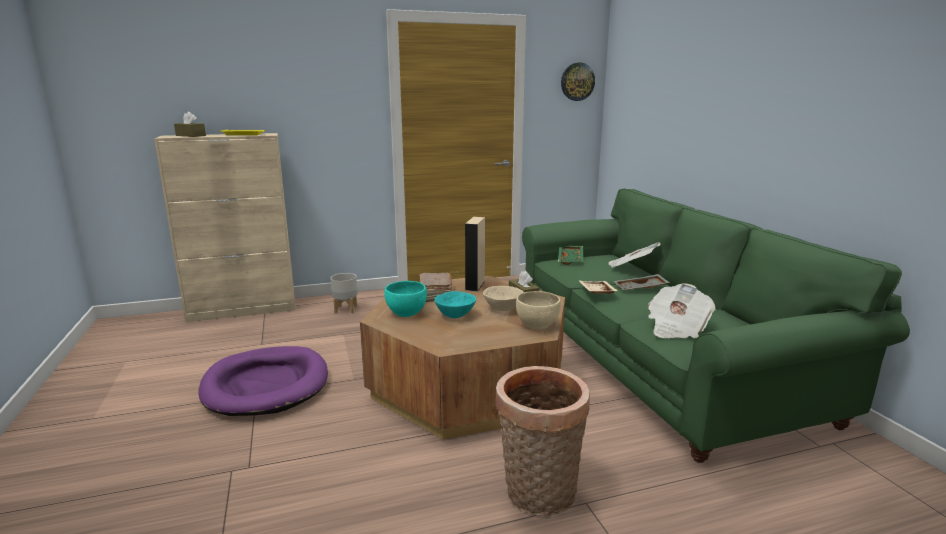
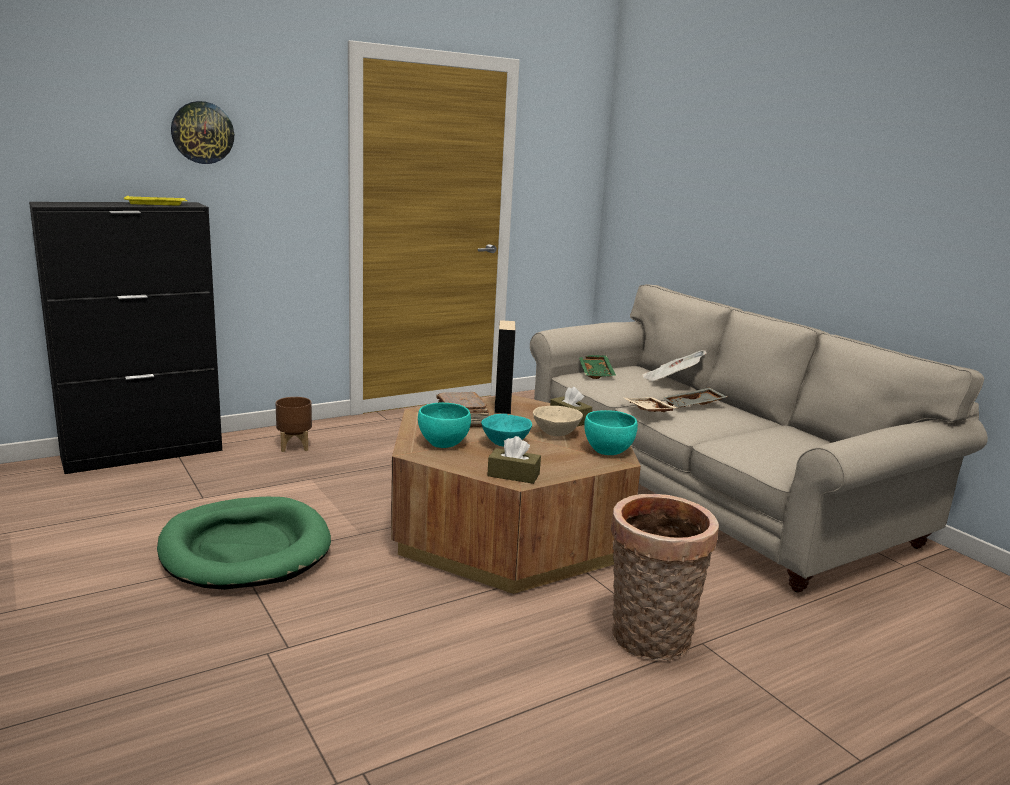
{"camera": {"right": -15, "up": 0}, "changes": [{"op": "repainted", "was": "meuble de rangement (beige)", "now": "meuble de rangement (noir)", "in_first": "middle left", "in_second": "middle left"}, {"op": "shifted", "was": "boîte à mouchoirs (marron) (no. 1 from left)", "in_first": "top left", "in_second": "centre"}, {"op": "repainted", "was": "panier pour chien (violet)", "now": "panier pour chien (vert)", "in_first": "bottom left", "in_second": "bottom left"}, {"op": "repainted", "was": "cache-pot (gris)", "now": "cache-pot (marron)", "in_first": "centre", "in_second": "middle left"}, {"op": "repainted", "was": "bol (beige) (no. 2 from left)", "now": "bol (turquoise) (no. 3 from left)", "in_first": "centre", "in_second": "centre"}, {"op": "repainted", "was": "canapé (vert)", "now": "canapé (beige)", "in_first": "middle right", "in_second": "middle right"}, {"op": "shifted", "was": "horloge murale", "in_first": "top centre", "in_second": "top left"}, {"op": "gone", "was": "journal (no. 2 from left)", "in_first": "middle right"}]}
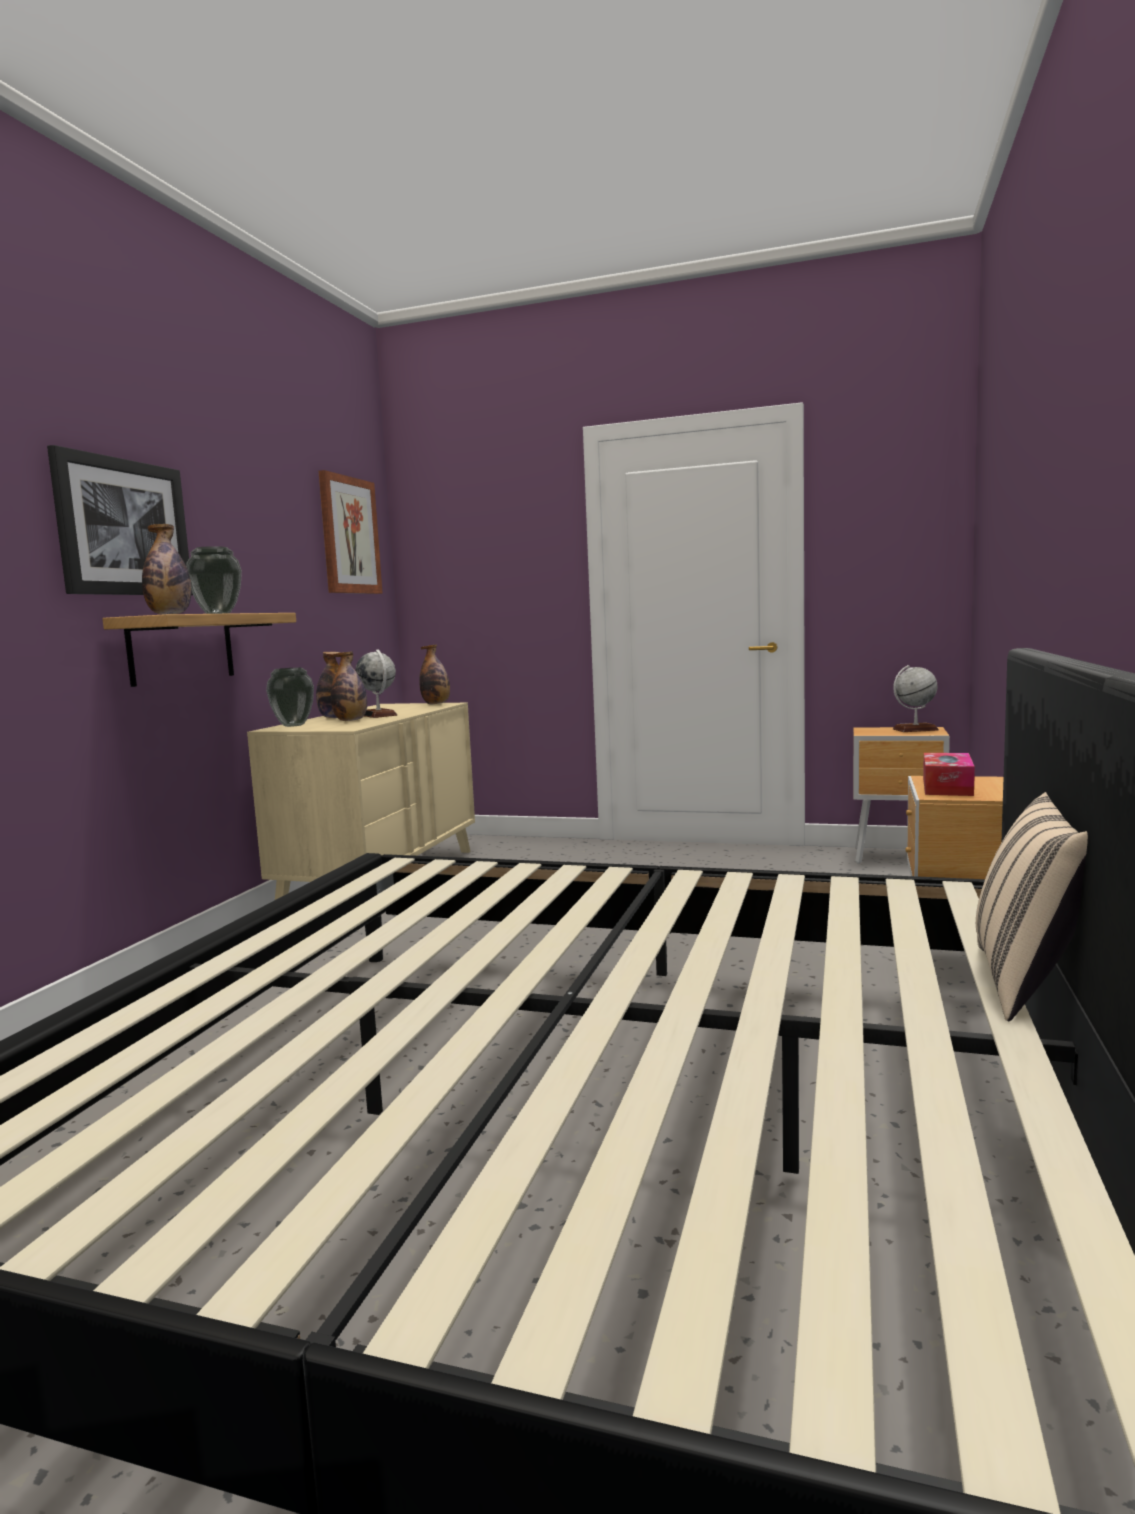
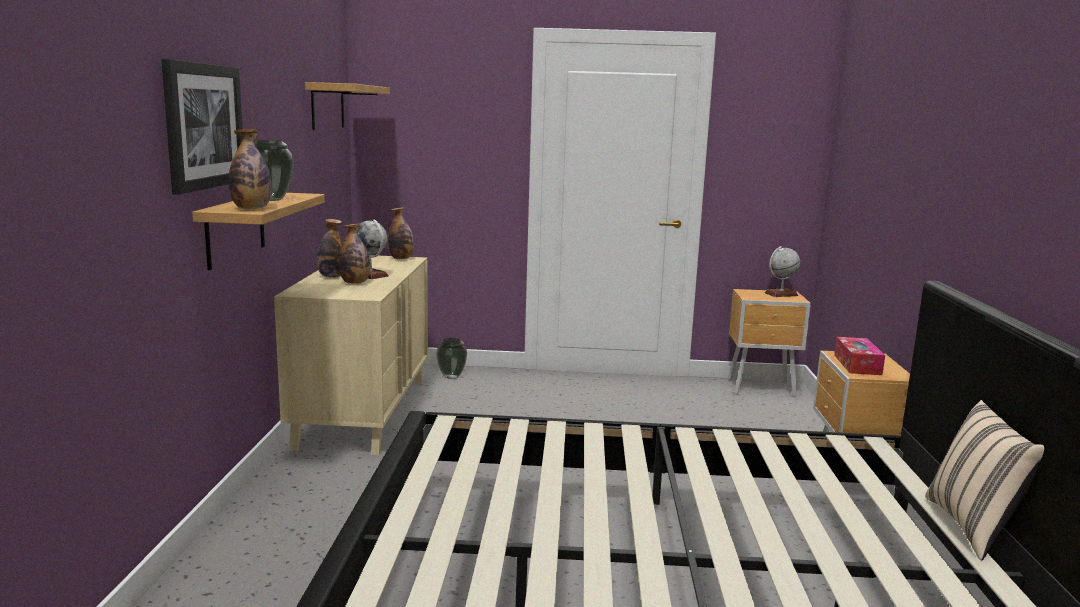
{"camera": {"right": -15, "up": 5}, "changes": [{"op": "shifted", "was": "vase (no. 2 from left)", "in_first": "middle left", "in_second": "centre"}, {"op": "swapped", "was": "tableau (no. 2 from left)", "now": "étagère (no. 2 from left)", "in_first": "middle left", "in_second": "top left"}]}
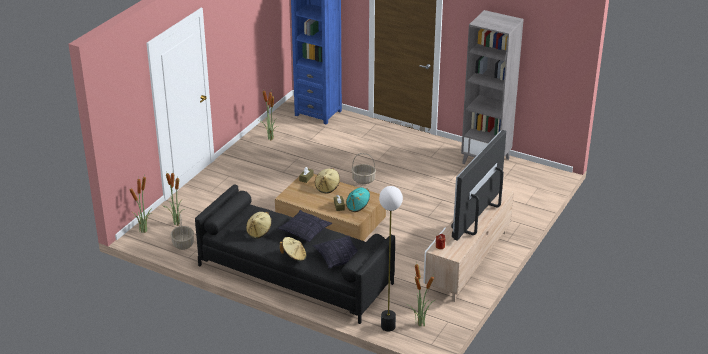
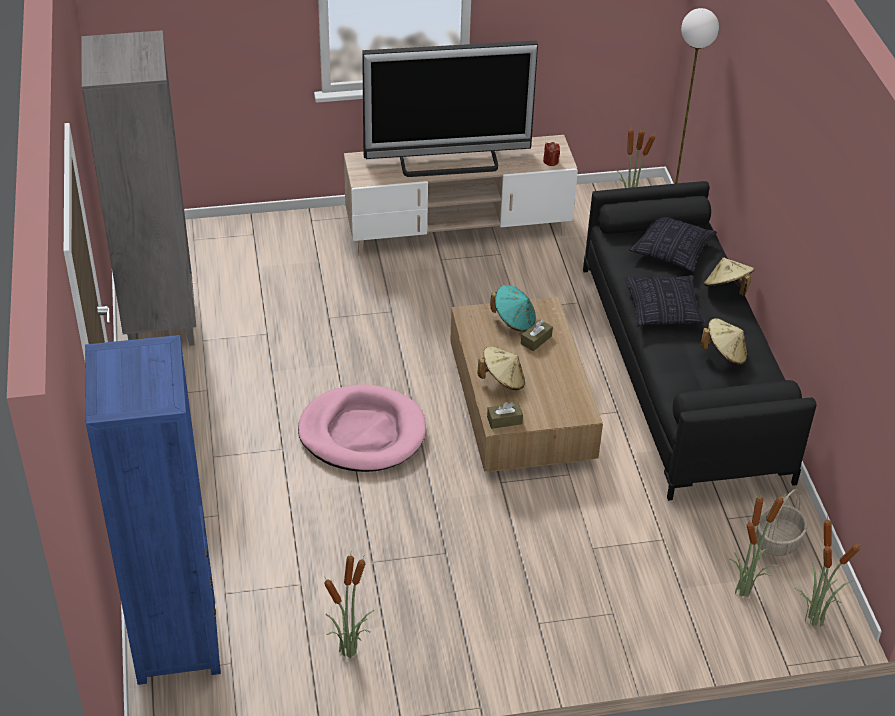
{"camera": {"right": -130, "up": 10}, "changes": [{"op": "swapped", "was": "panier (no. 2 from left)", "now": "panier pour chien (rose)", "in_first": "centre", "in_second": "centre"}]}
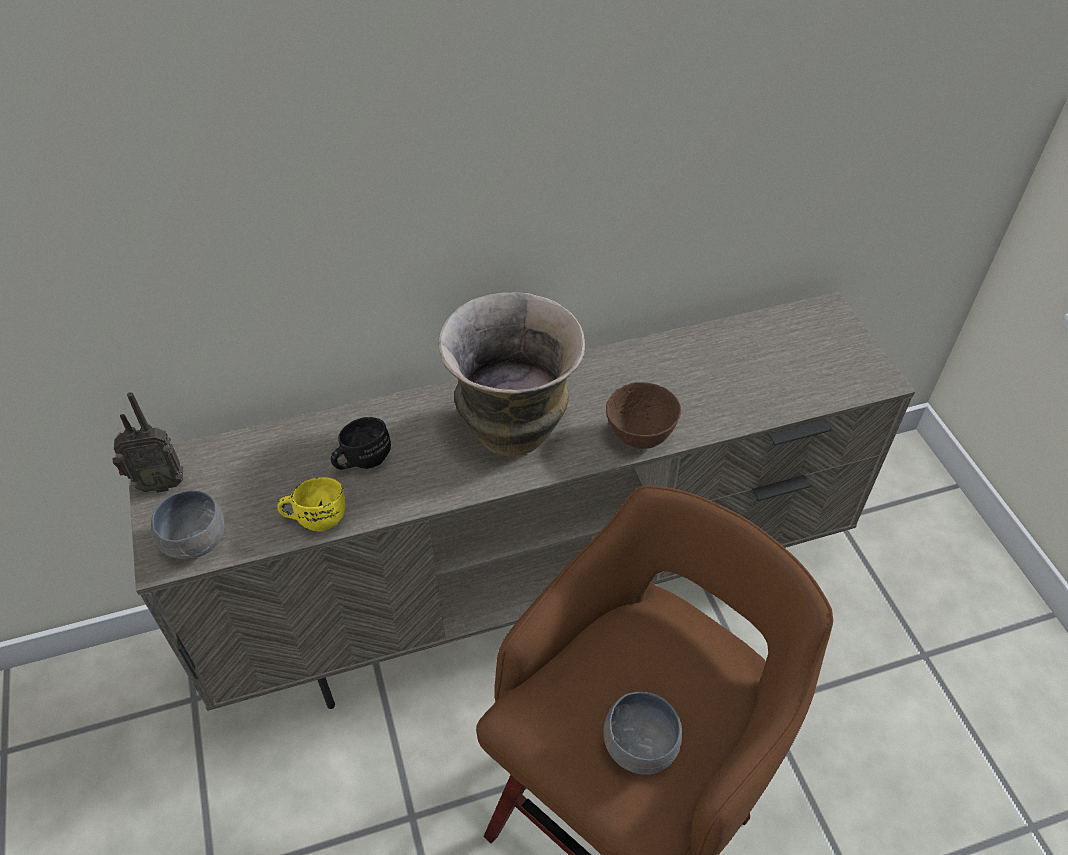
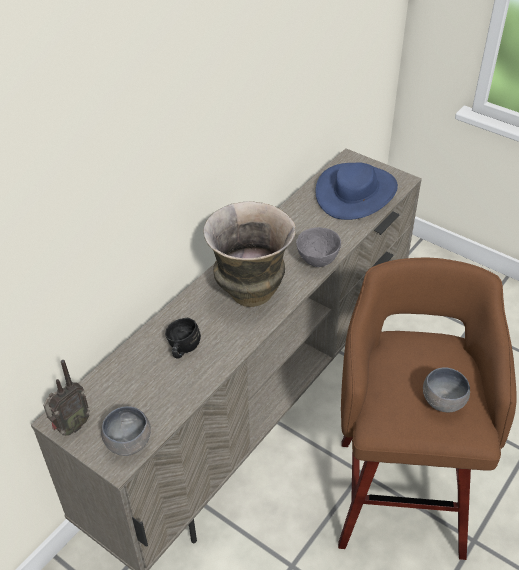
{"camera": {"right": -35, "up": -5}, "changes": [{"op": "gone", "was": "mug (jaune)", "in_first": "middle left"}, {"op": "repainted", "was": "bol (marron)", "now": "bol (gris) (no. 2 from left)", "in_first": "centre", "in_second": "centre"}, {"op": "new", "now": "chapeau (bleu)", "in_second": "middle right"}]}
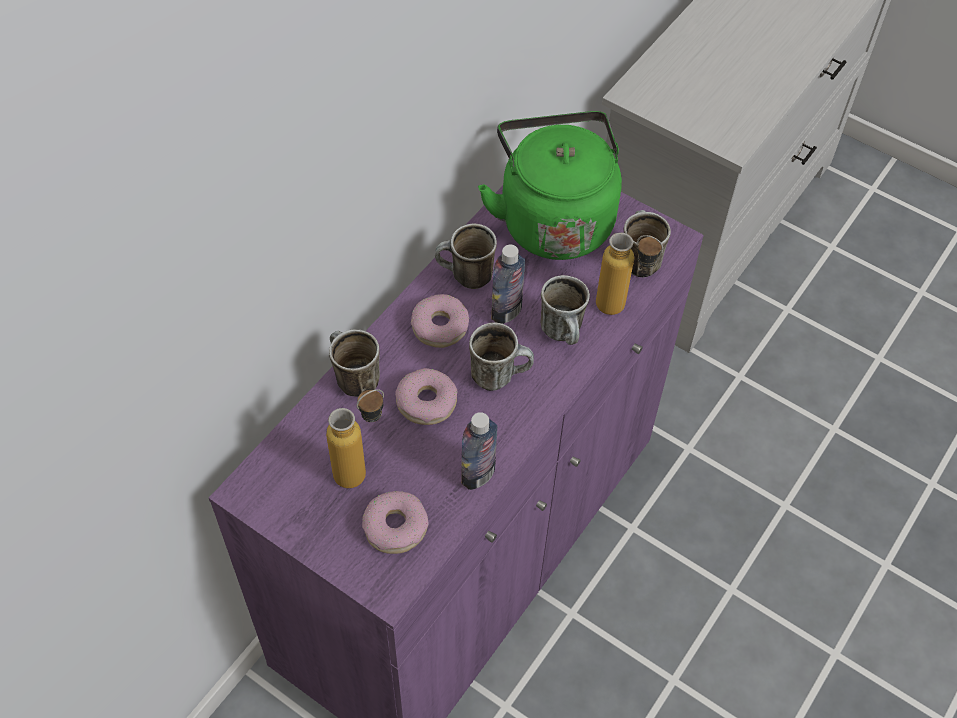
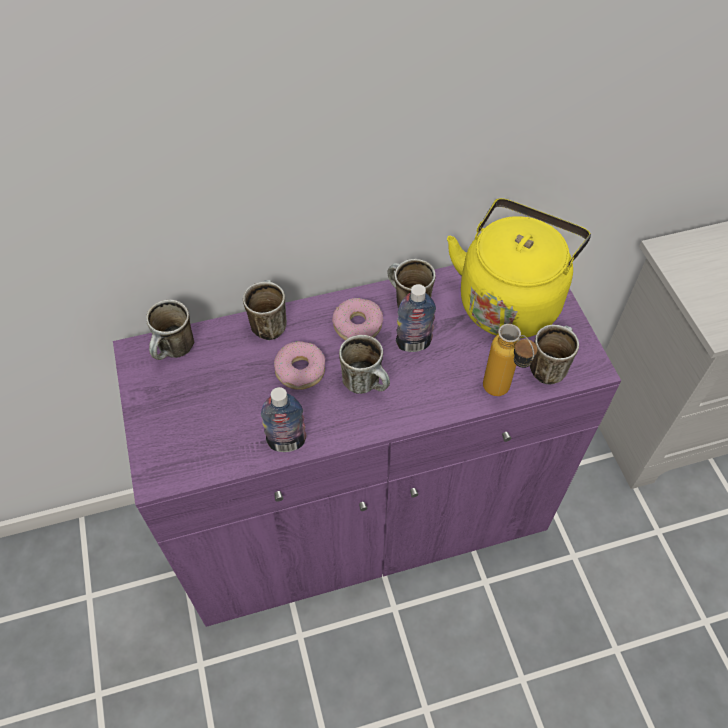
{"camera": {"right": 40, "up": 0}, "changes": [{"op": "gone", "was": "bouteille (no. 1 from left)", "in_first": "centre"}, {"op": "gone", "was": "beignet (no. 1 from left)", "in_first": "bottom centre"}, {"op": "repainted", "was": "bouilloire (vert)", "now": "bouilloire (jaune)", "in_first": "top centre", "in_second": "middle right"}, {"op": "shifted", "was": "mug (no. 4 from left in the first image)", "now": "mug (no. 1 from left)", "in_first": "centre", "in_second": "middle left"}]}
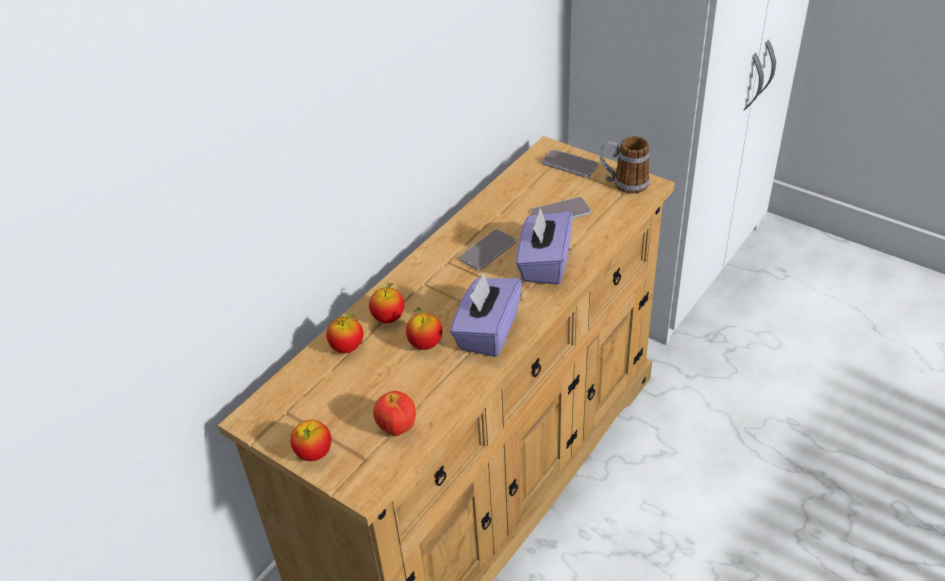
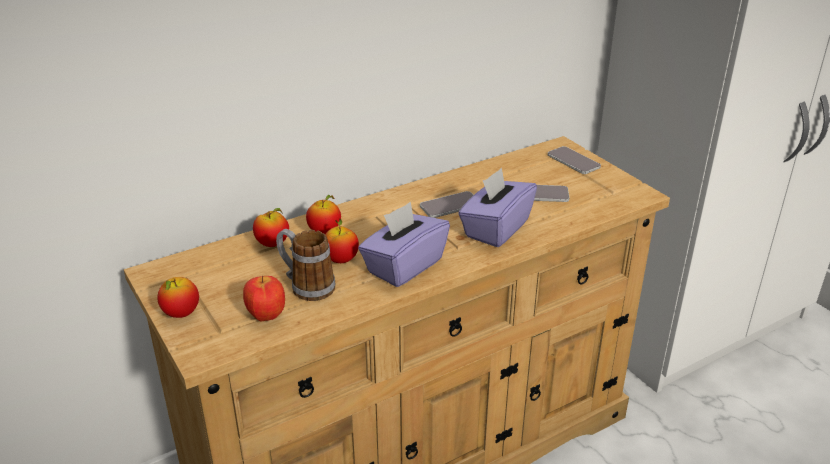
{"camera": {"right": 20, "up": -10}, "changes": [{"op": "shifted", "was": "mug", "in_first": "top centre", "in_second": "centre"}]}
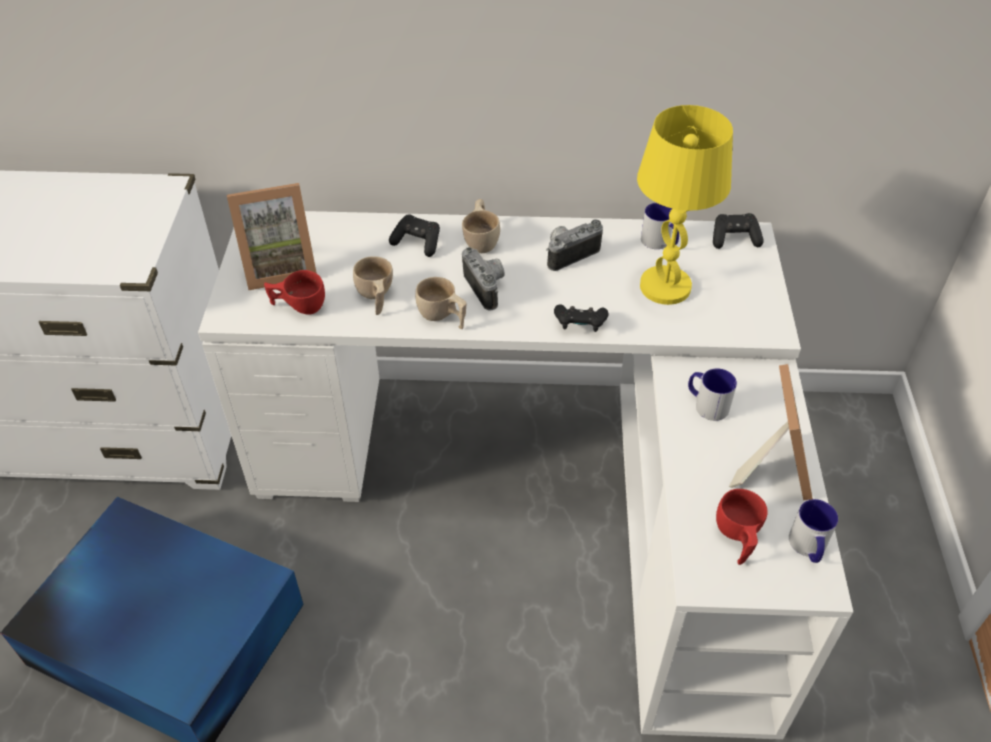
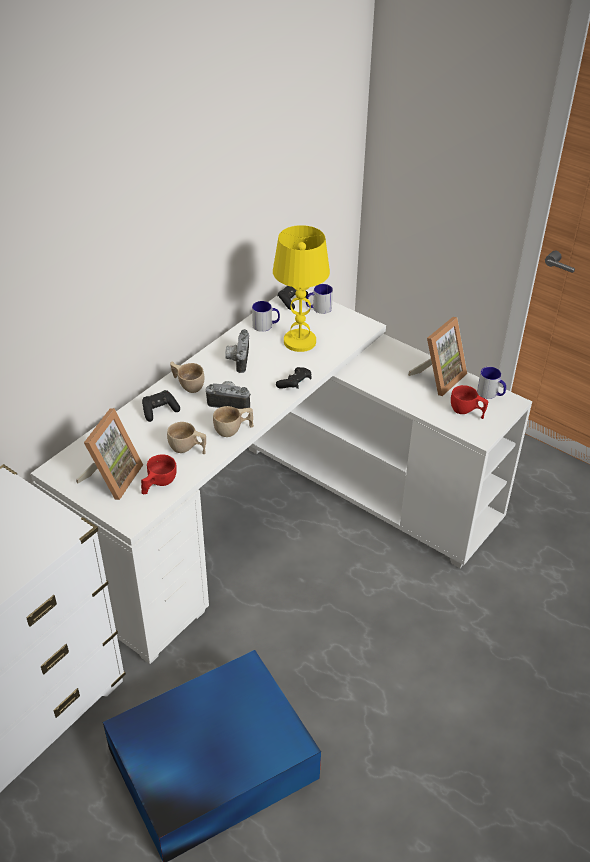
{"camera": {"right": -55, "up": -5}, "changes": [{"op": "shifted", "was": "mug (no. 2 from left)", "in_first": "middle right", "in_second": "centre"}, {"op": "rotated", "was": "cadre photo (no. 2 from left)", "in_first": "middle right", "in_second": "middle right", "clockwise": 90}]}
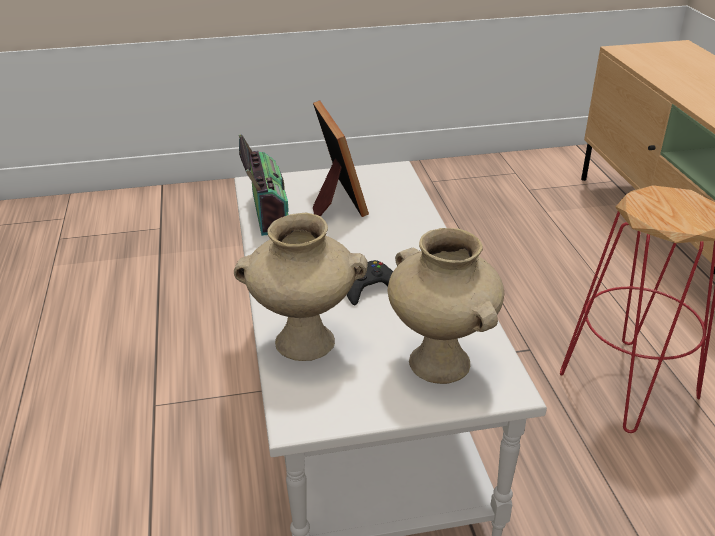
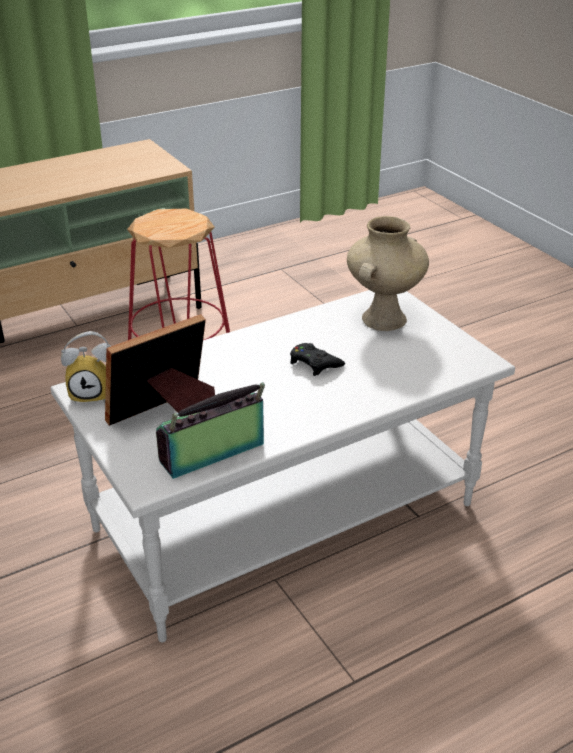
{"camera": {"right": -110, "up": 0}, "changes": [{"op": "gone", "was": "vase (beige) (no. 1 from left)", "in_first": "centre"}, {"op": "new", "now": "réveil", "in_second": "middle left"}]}
